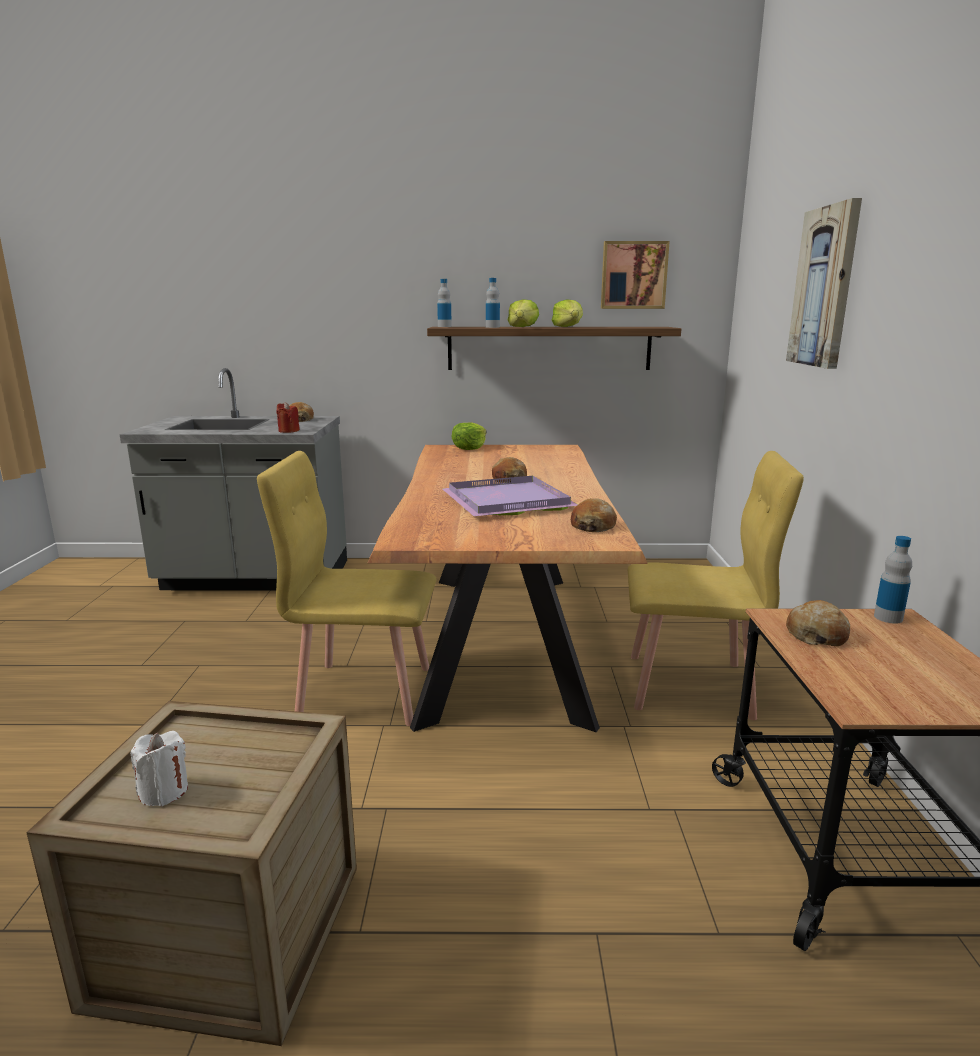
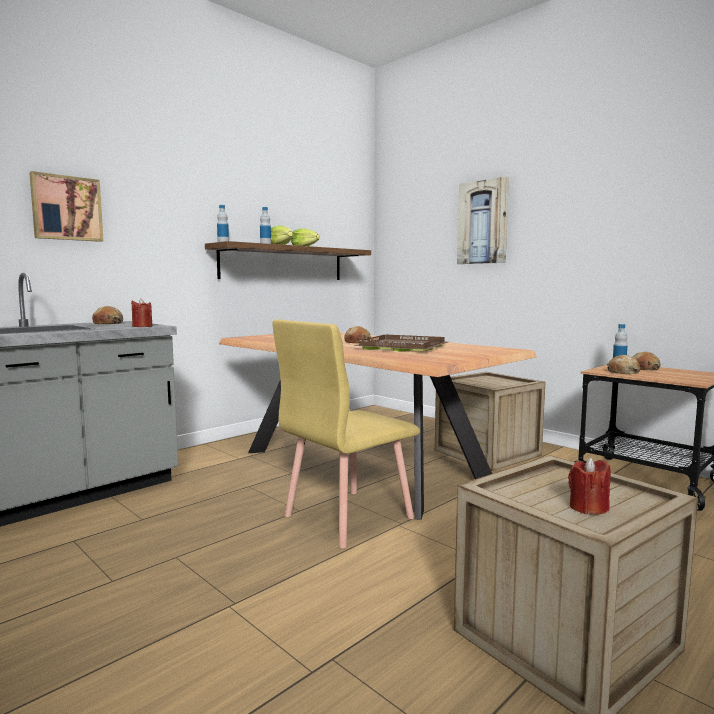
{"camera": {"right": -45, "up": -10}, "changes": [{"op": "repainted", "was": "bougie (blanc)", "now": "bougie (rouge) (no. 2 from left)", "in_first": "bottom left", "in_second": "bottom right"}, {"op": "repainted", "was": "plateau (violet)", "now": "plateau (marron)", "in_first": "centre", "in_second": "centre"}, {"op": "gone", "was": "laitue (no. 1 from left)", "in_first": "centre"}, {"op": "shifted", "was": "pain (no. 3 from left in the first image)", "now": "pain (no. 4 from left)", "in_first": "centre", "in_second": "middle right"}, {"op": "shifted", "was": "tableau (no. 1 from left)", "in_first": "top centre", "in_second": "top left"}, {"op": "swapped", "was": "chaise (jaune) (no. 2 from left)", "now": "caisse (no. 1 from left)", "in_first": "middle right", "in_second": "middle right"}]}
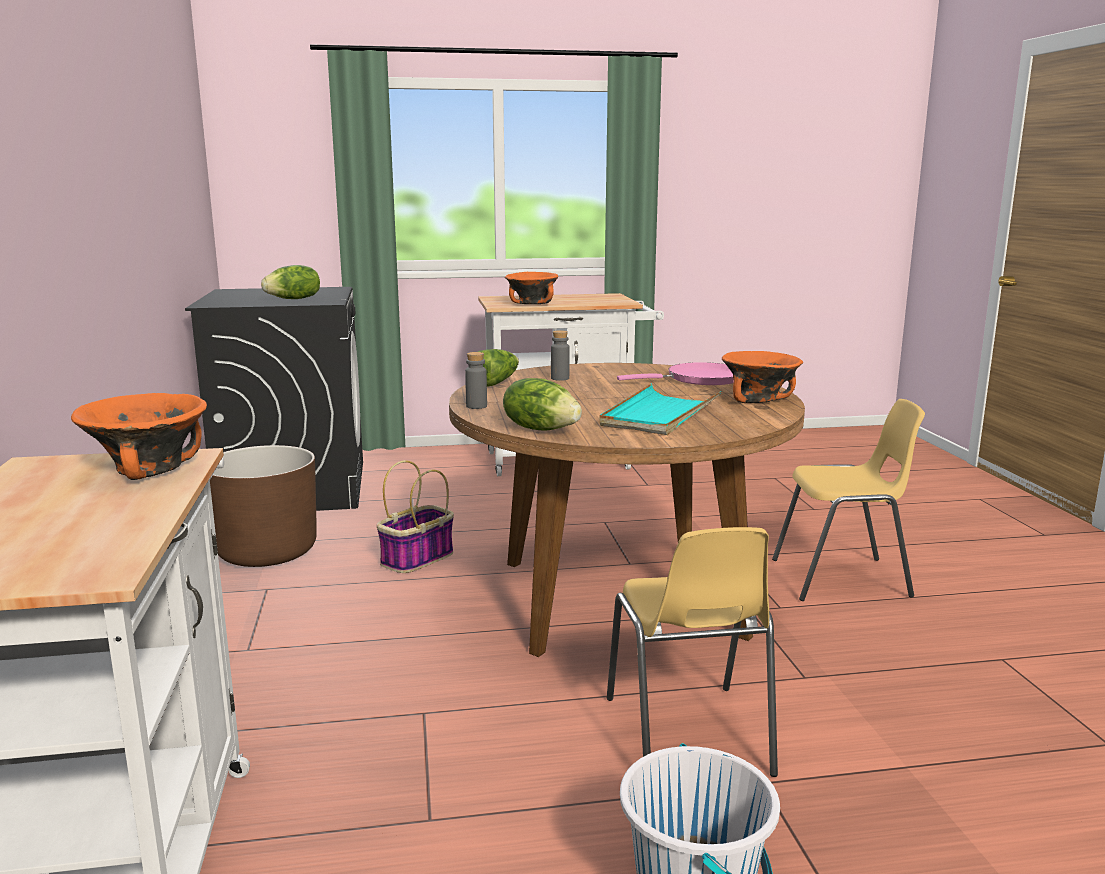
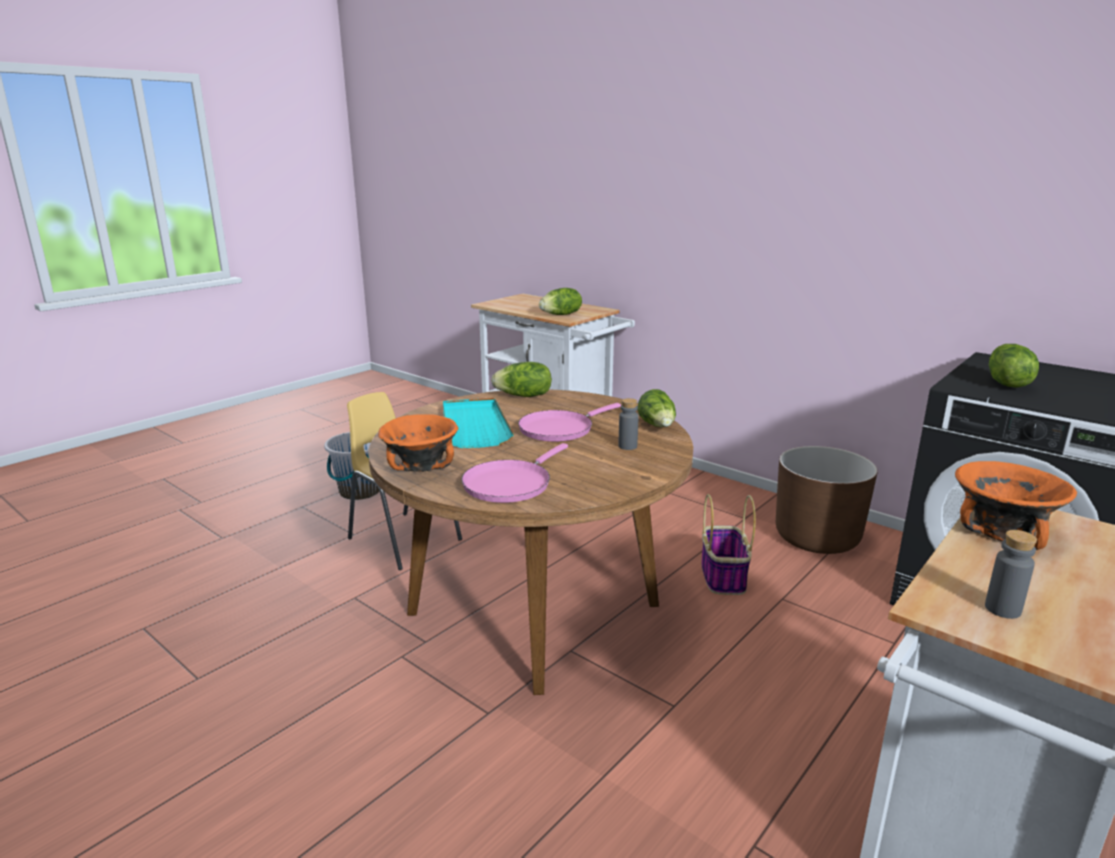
{"camera": {"right": 140, "up": 5}, "changes": [{"op": "swapped", "was": "bol (orange) (no. 1 from left)", "now": "laitue (no. 2 from left)", "in_first": "middle left", "in_second": "centre"}, {"op": "shifted", "was": "bouteille (gris) (no. 1 from left in the first image)", "now": "bouteille (gris) (no. 2 from left)", "in_first": "centre", "in_second": "bottom right"}, {"op": "gone", "was": "chaise (jaune) (no. 2 from left)", "in_first": "middle right"}, {"op": "new", "now": "poêle (rose) (no. 2 from left)", "in_second": "centre"}]}
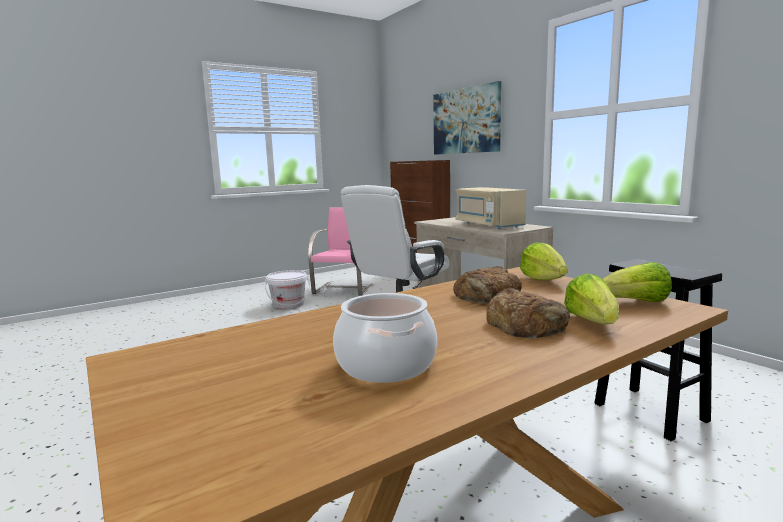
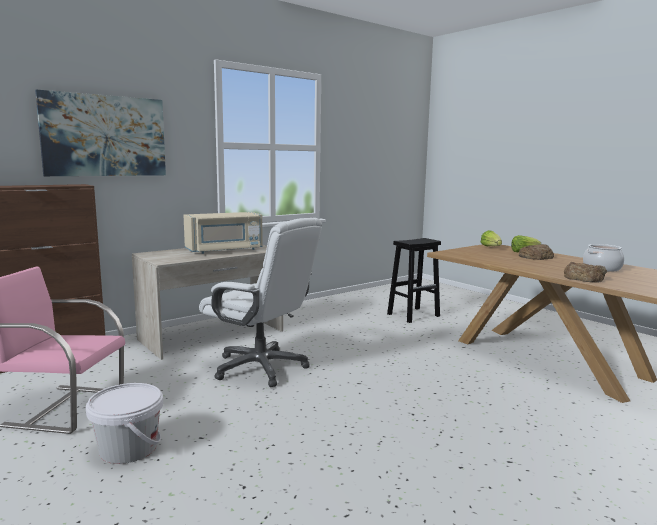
{"camera": {"right": -95, "up": 0}, "changes": [{"op": "shifted", "was": "pain (no. 1 from left in the first image)", "now": "pain (no. 2 from left)", "in_first": "centre", "in_second": "middle right"}, {"op": "gone", "was": "laitue (no. 1 from left)", "in_first": "middle right"}]}
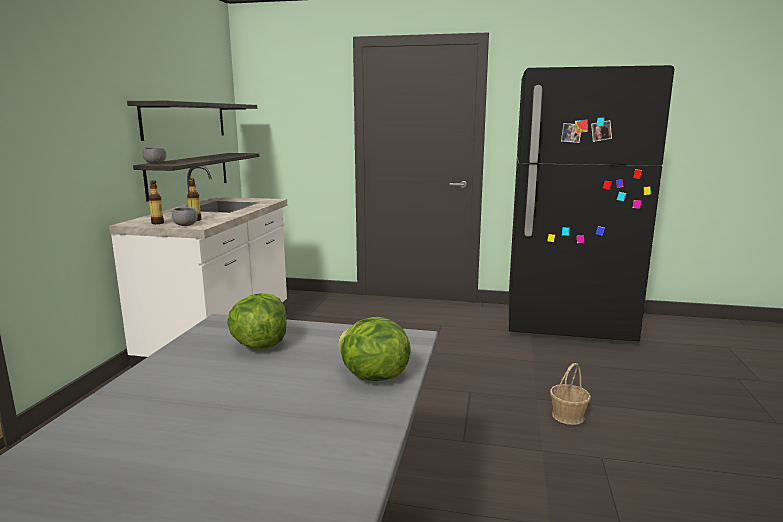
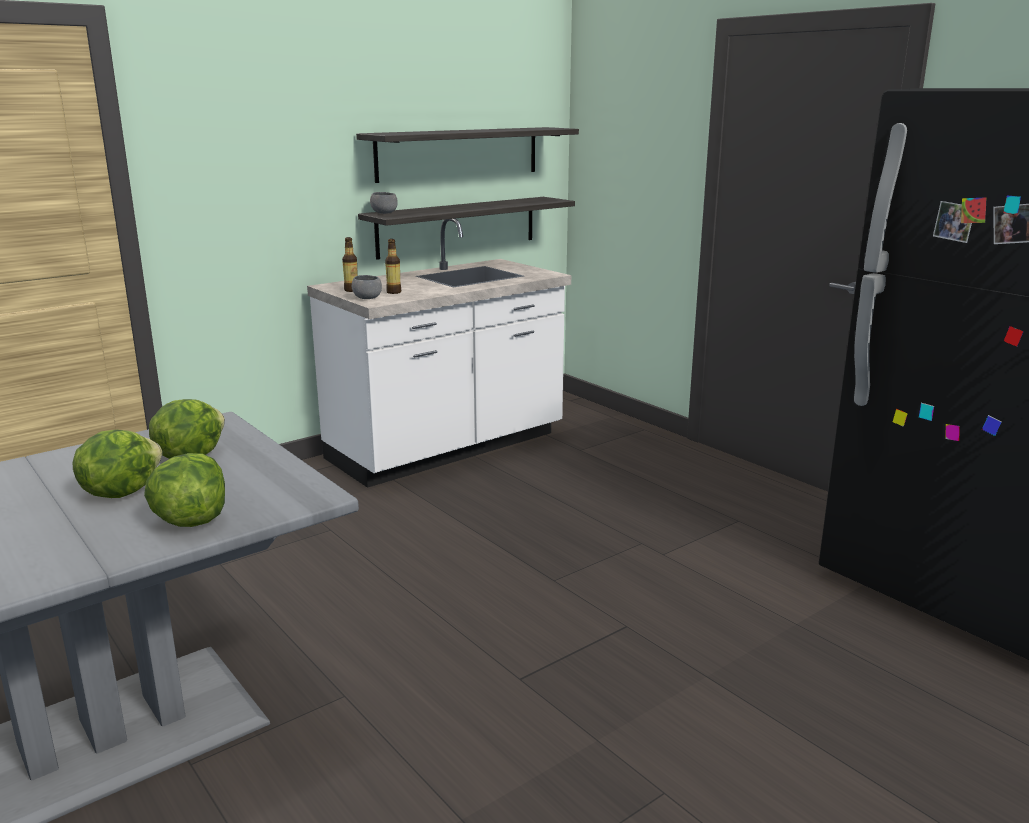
{"camera": {"right": 40, "up": 5}, "changes": [{"op": "gone", "was": "panier", "in_first": "bottom right"}, {"op": "new", "now": "laitue (no. 1 from left)", "in_second": "middle left"}]}
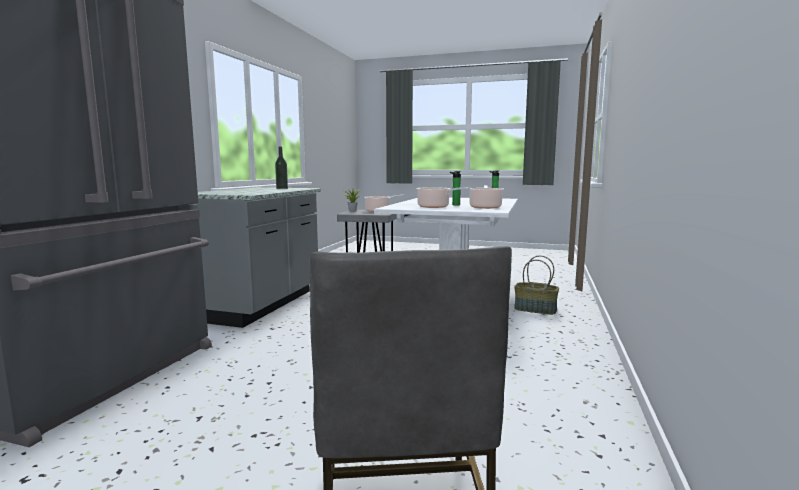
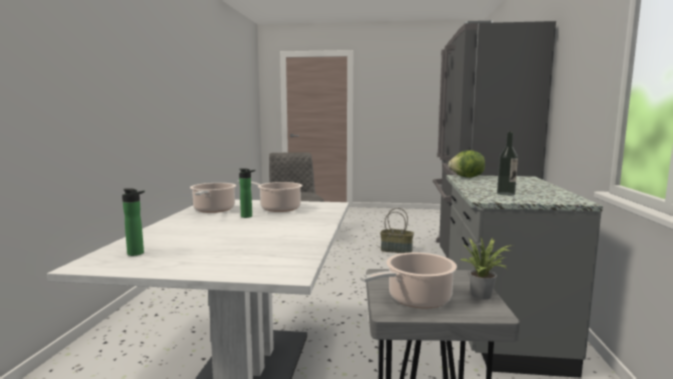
{"camera": {"right": 170, "up": 0}, "changes": [{"op": "shifted", "was": "panier", "in_first": "middle right", "in_second": "centre"}, {"op": "new", "now": "laitue", "in_second": "middle right"}]}
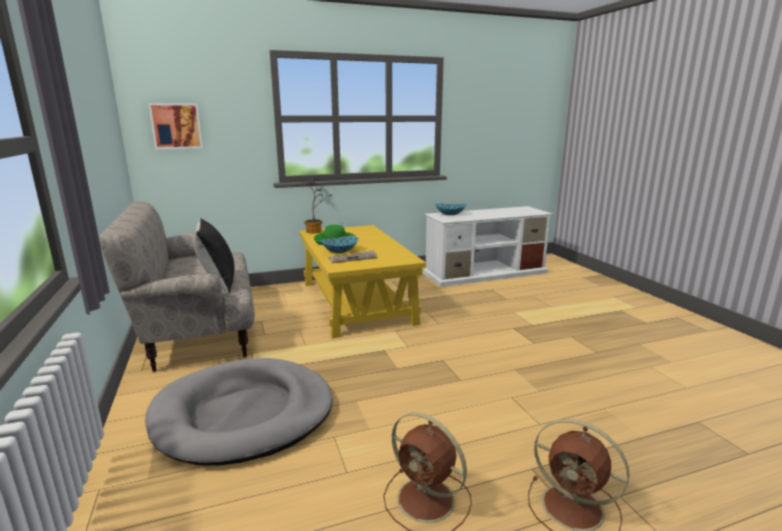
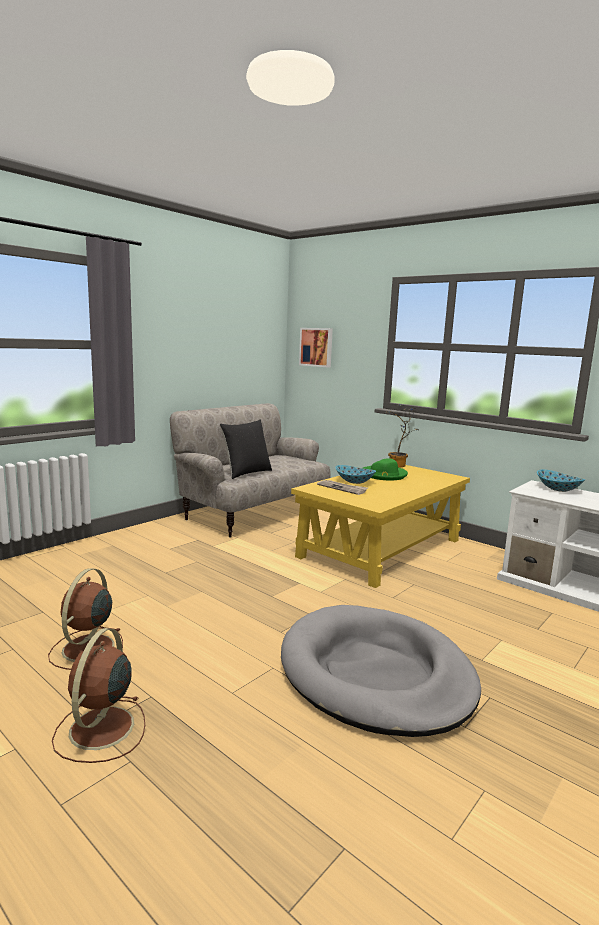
{"camera": {"right": 60, "up": -5}, "changes": [{"op": "shifted", "was": "panier pour chien (gris)", "in_first": "bottom left", "in_second": "bottom centre"}]}
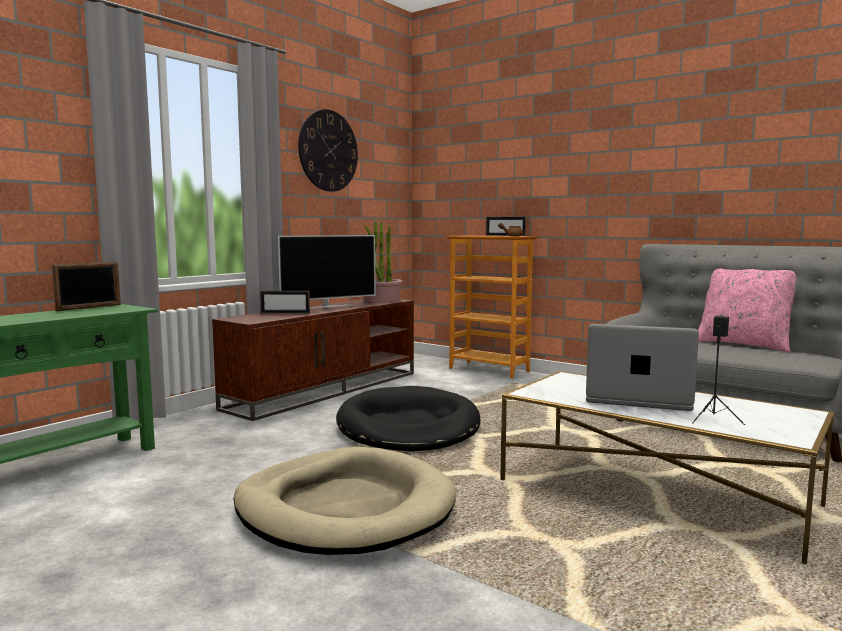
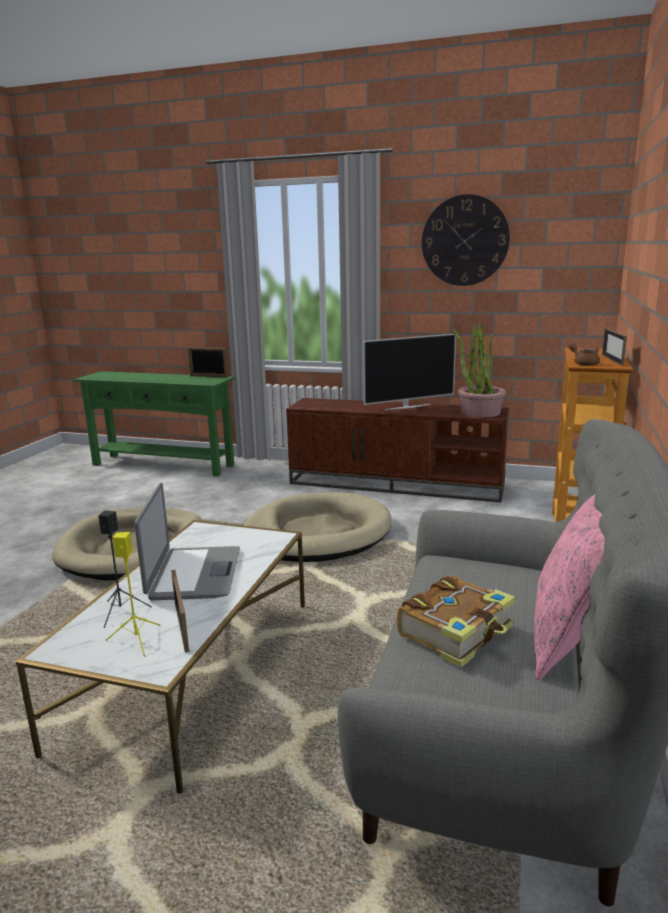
{"camera": {"right": 70, "up": 10}, "changes": [{"op": "shifted", "was": "cadre photo (no. 2 from left in the first image)", "now": "cadre photo (no. 1 from left)", "in_first": "centre", "in_second": "bottom left"}, {"op": "rotated", "was": "téléviseur", "in_first": "centre", "in_second": "centre", "clockwise": -60}, {"op": "repainted", "was": "panier pour chien (noir)", "now": "panier pour chien (beige) (no. 2 from left)", "in_first": "centre", "in_second": "centre"}, {"op": "new", "now": "enceinte (jaune)", "in_second": "middle left"}, {"op": "new", "now": "livre", "in_second": "bottom right"}]}
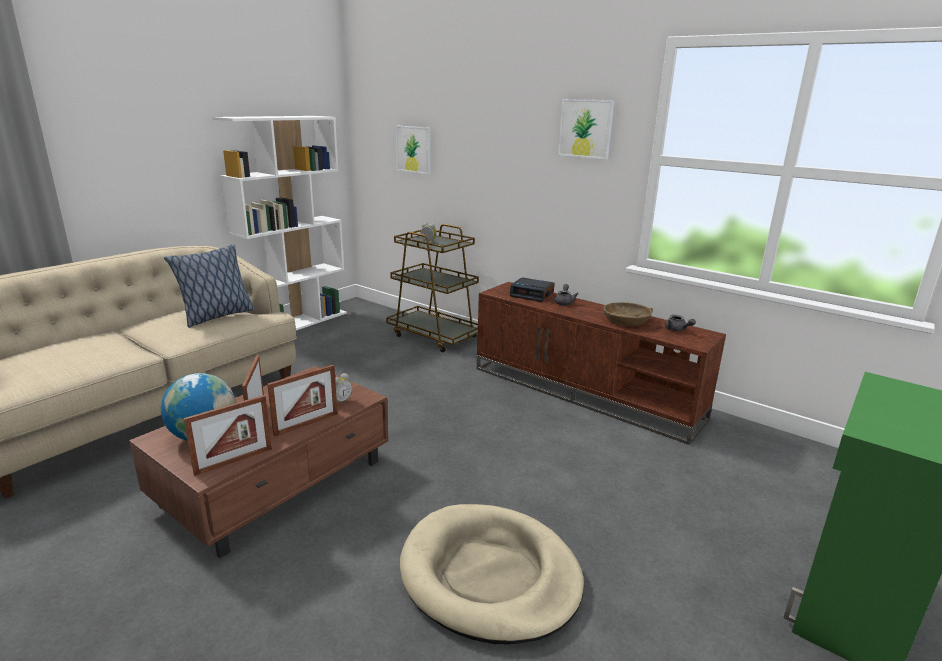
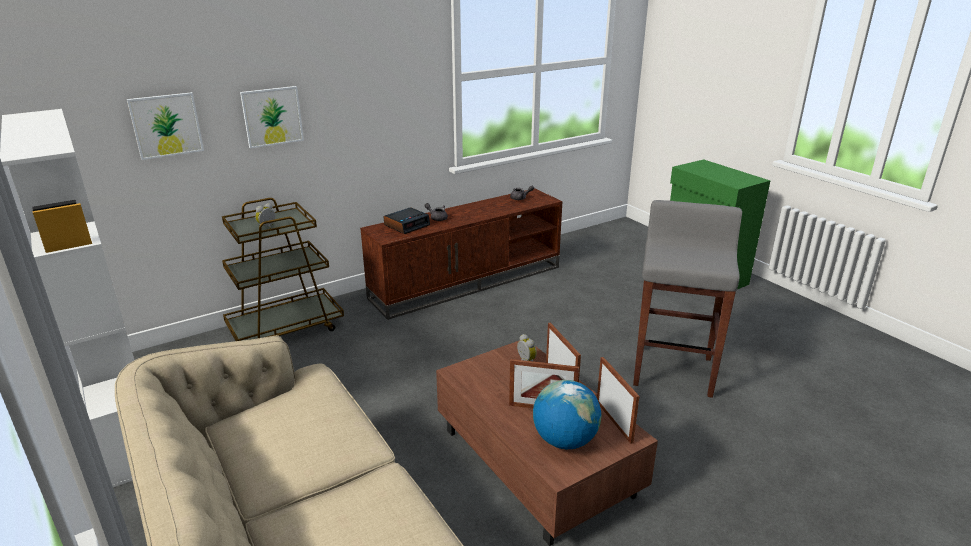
{"camera": {"right": -70, "up": 5}, "changes": [{"op": "gone", "was": "coussin", "in_first": "middle left"}, {"op": "swapped", "was": "panier pour chien (beige)", "now": "tabouret (gris)", "in_first": "bottom centre", "in_second": "middle right"}, {"op": "shifted", "was": "tableau (no. 2 from left)", "in_first": "top centre", "in_second": "top left"}, {"op": "gone", "was": "bol (marron)", "in_first": "middle right"}]}
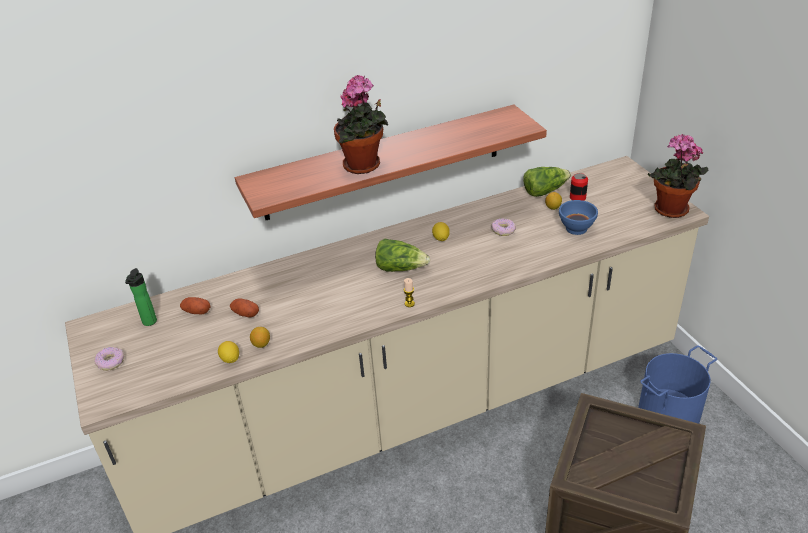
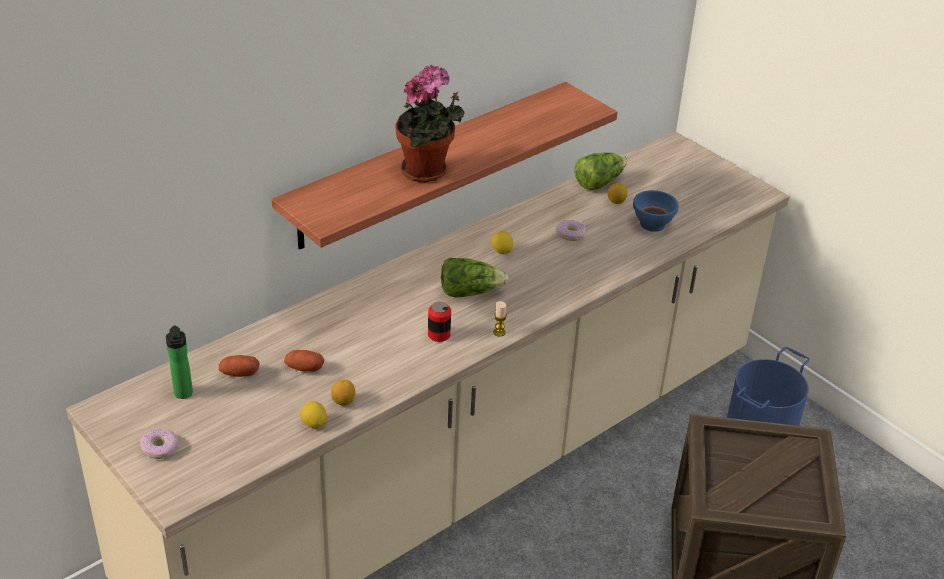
{"camera": {"right": -20, "up": 0}, "changes": [{"op": "shifted", "was": "boîte métallique", "in_first": "middle right", "in_second": "centre"}, {"op": "gone", "was": "plante en pot (no. 2 from left)", "in_first": "top right"}]}
